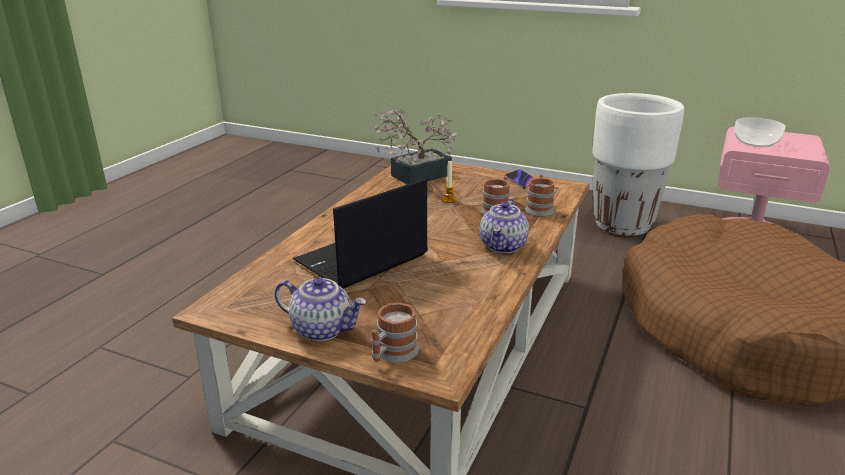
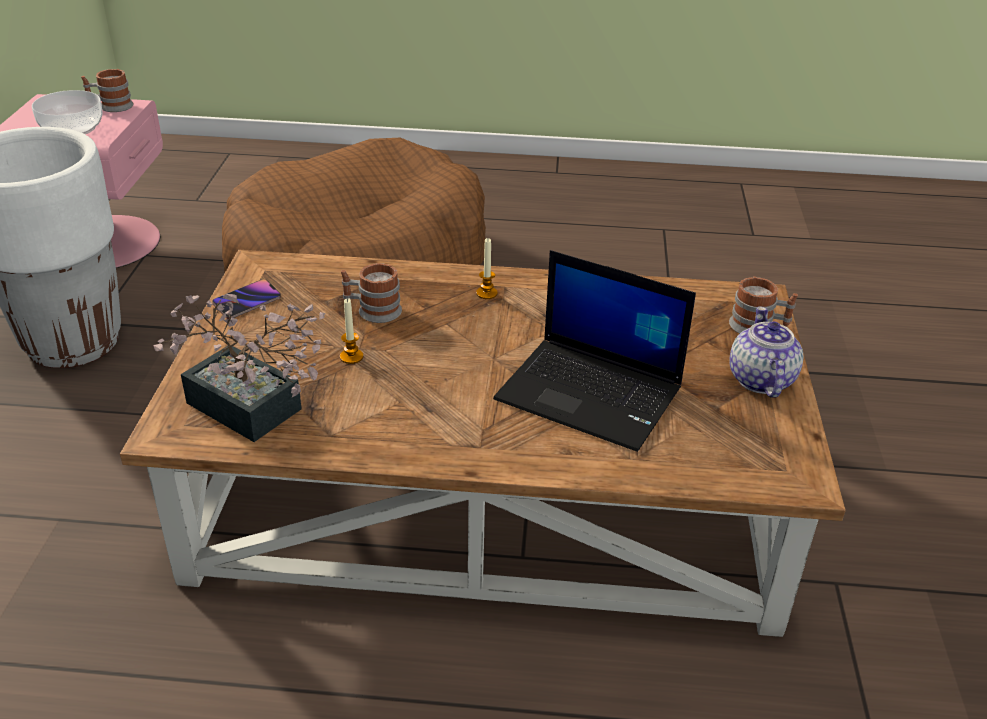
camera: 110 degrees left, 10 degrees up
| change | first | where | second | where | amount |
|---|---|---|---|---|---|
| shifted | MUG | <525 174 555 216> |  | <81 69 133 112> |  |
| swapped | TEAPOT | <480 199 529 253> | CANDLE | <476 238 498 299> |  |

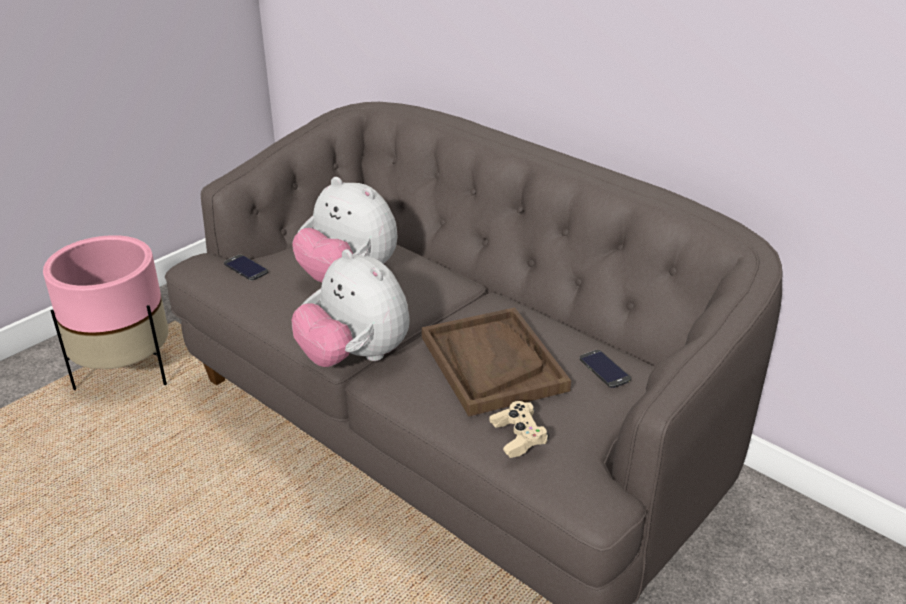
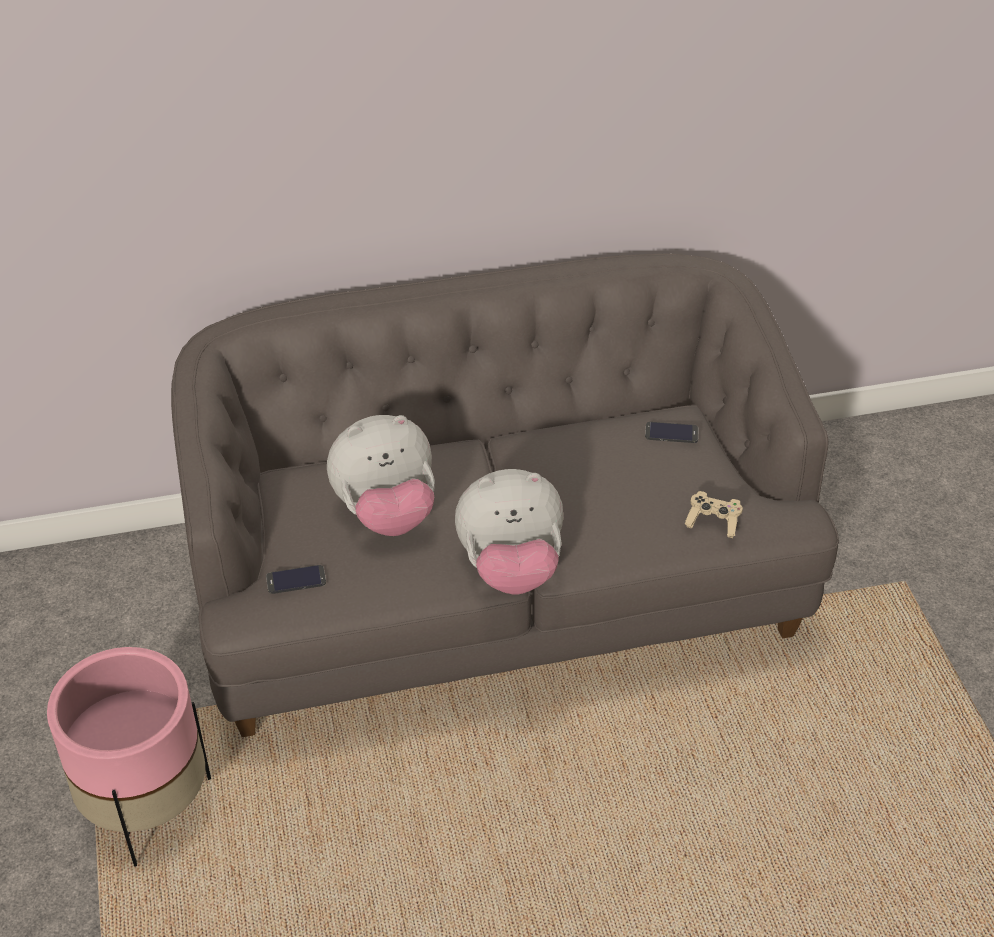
camera: 55 degrees left, 10 degrees up
| change | first | where | second | where | amount |
|---|---|---|---|---|---|
| gone | BROWN TRAY | <422 308 571 416> |  |  |  |

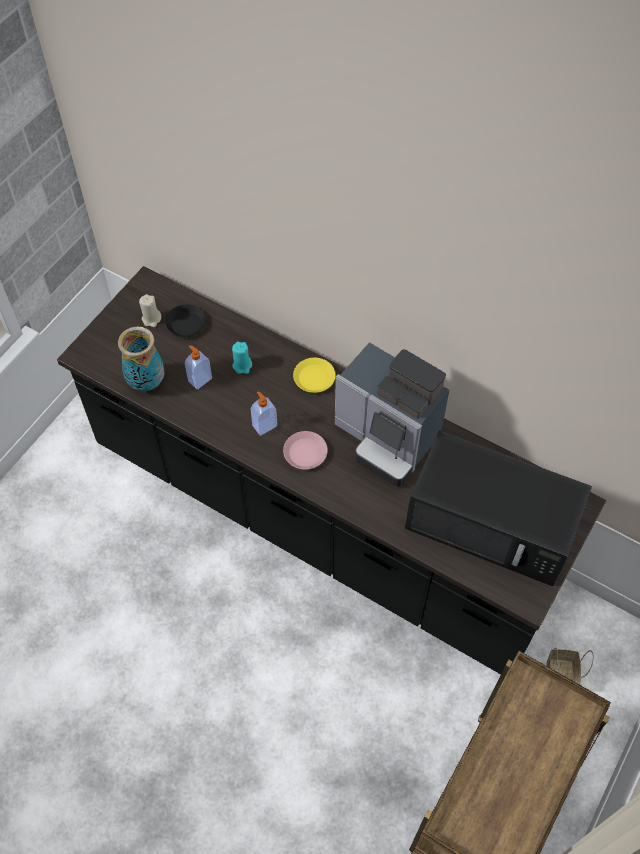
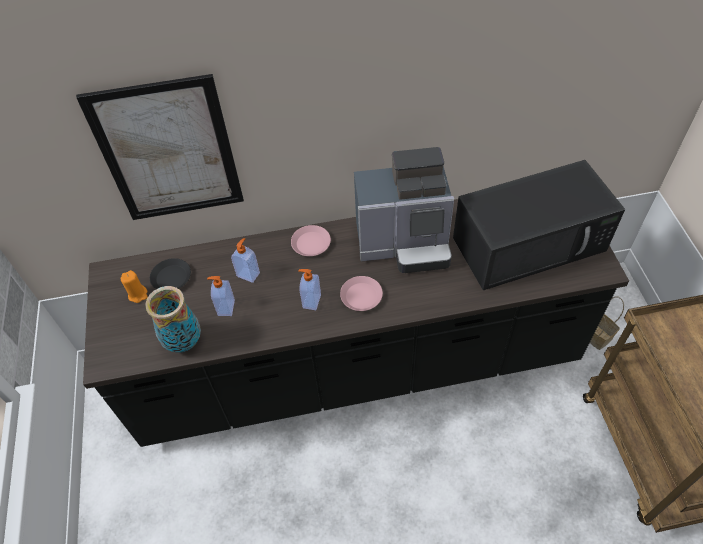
camera: 40 degrees left, 5 degrees down
| change | first | where | second | where | amount |
|---|---|---|---|---|---|
| new |  |  | PICTURE | <76 74 244 220> |  |
| repainted | BEIGE CANDLE | <139 294 161 327> | ORANGE CANDLE | <121 270 148 303> |  |
| swapped | TURQUOISE CANDLE | <232 342 252 374> | SOAP DISPENSER | <231 238 260 283> |  |
| repainted | YELLOW PLATE | <293 358 336 393> | PINK PLATE | <291 225 331 256> |  |

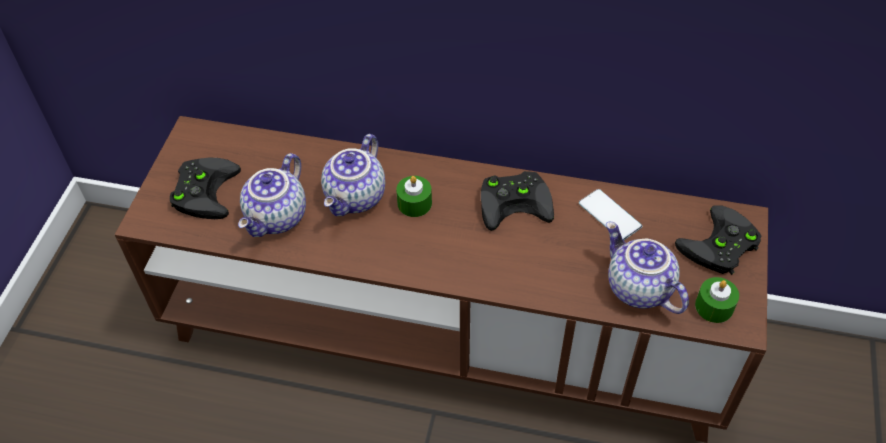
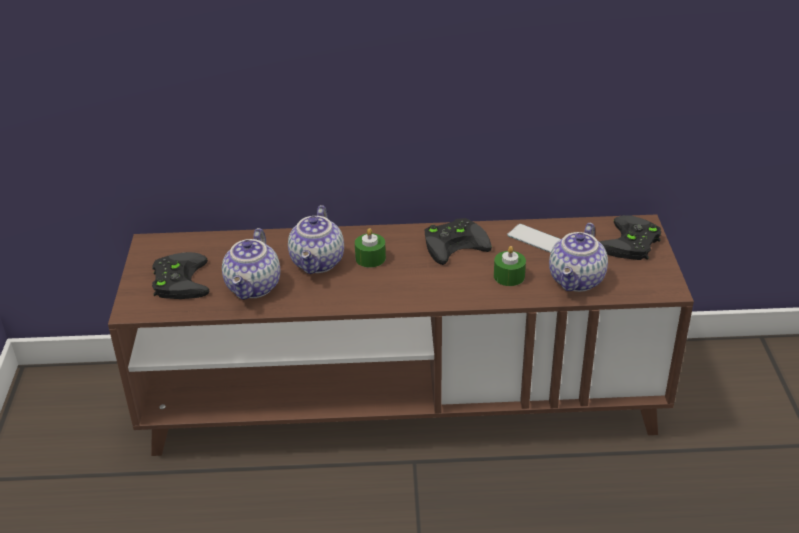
camera: 15 degrees left, 15 degrees down
| change | first | where | second | where | amount |
|---|---|---|---|---|---|
| shifted | GREEN CANDLE | <695 277 739 323> |  | <494 246 526 286> |  |
| rotated | TEAPOT | <606 222 689 314> |  | <549 223 608 292> | 105 degrees counterclockwise |

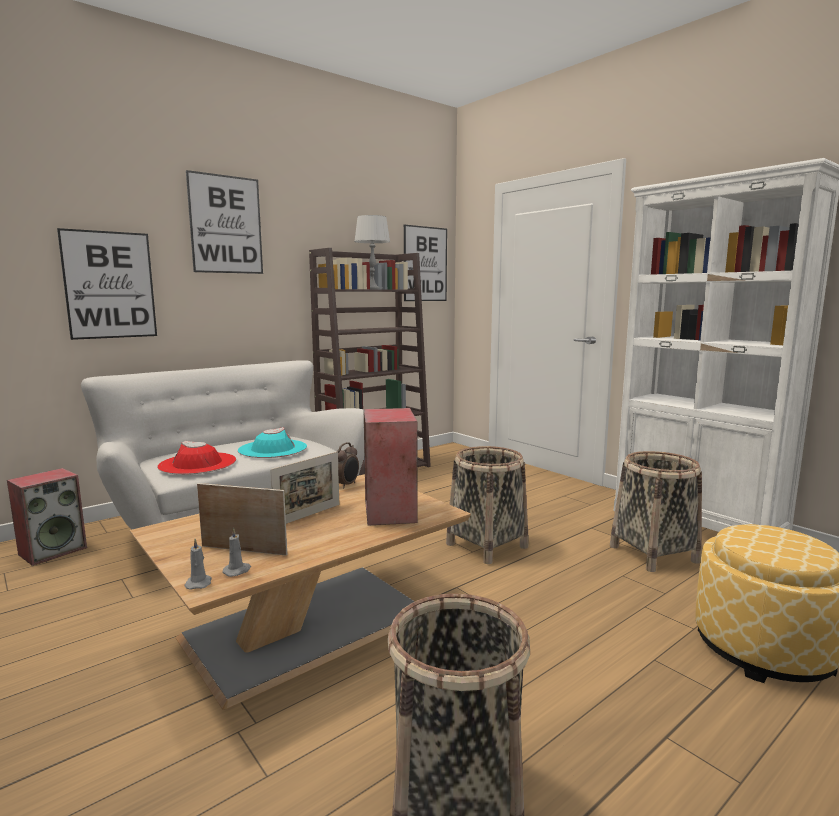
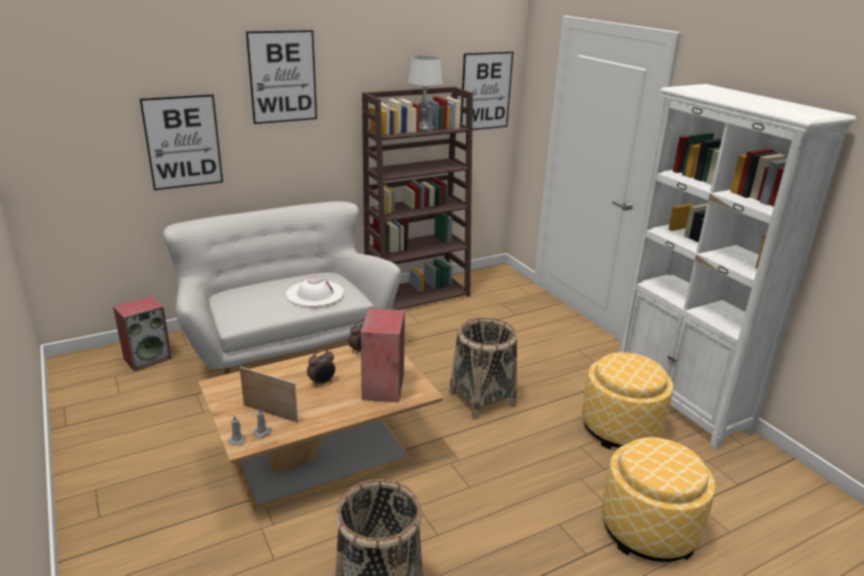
camera: 10 degrees right, 15 degrees up
| change | first | where | second | where | amount |
|---|---|---|---|---|---|
| repainted | TURQUOISE HAT | <238 427 307 458> | WHITE HAT | <286 276 344 307> |  |
| swapped | PICTURE FRAME | <270 451 339 524> | ALARM CLOCK | <307 349 335 387> |  |
| swapped | BASKET | <610 451 702 572> | OTTOMAN | <582 352 673 449> |  |
| gone | RED HAT | <157 441 236 475> |  |  |  |

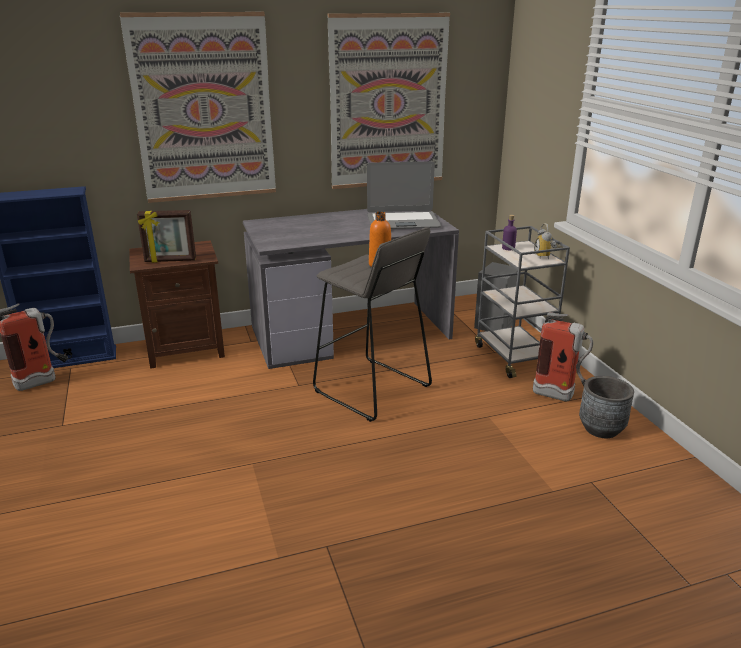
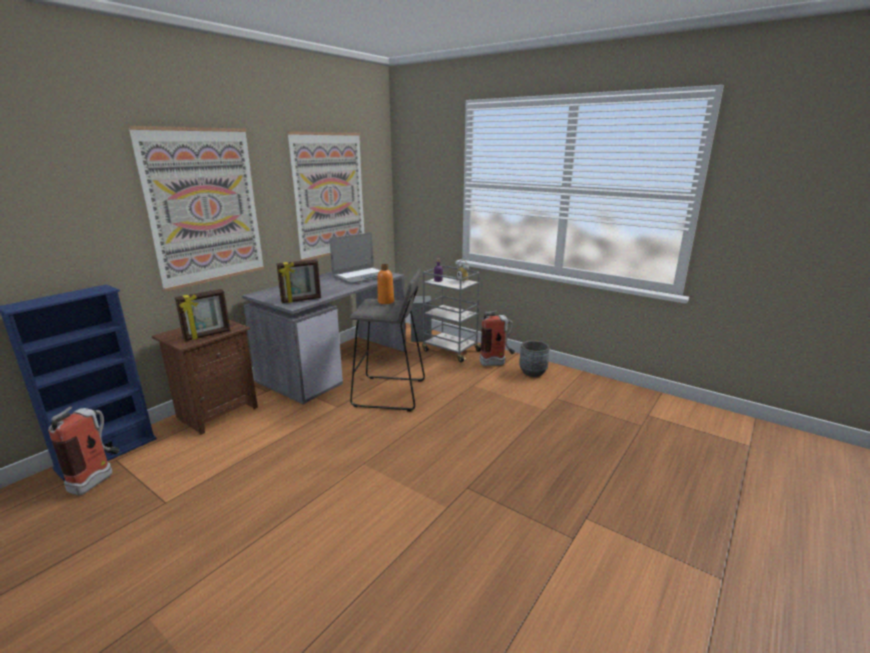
camera: 35 degrees left, 5 degrees down
| change | first | where | second | where | amount |
|---|---|---|---|---|---|
| new |  |  | PICTURE FRAME | <277 259 321 303> |  |

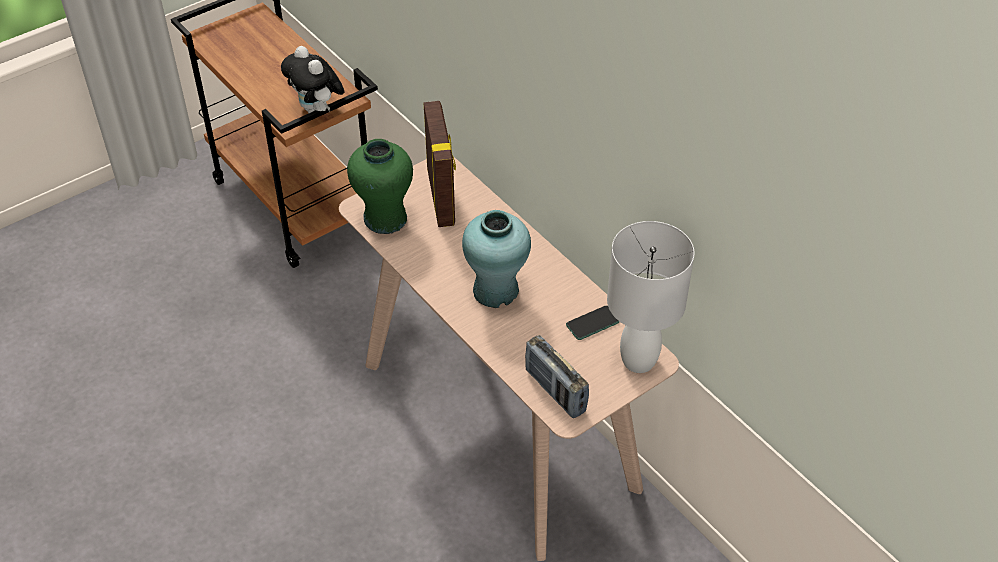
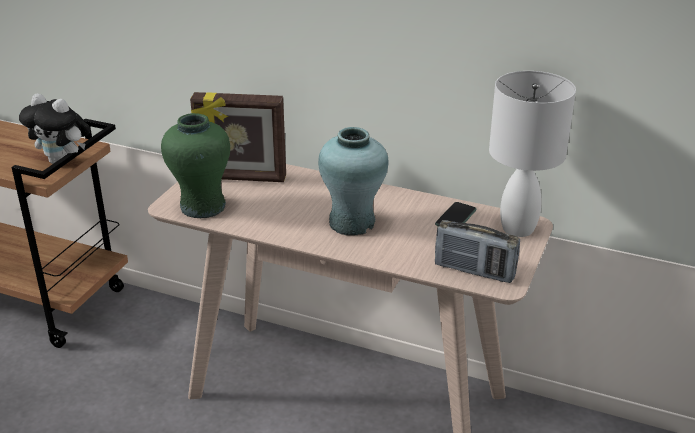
camera: 30 degrees left, 15 degrees down
| change | first | where | second | where | amount |
|---|---|---|---|---|---|
| rotated | PICTURE FRAME | <424 101 456 227> |  | <190 92 286 182> | 135 degrees clockwise |

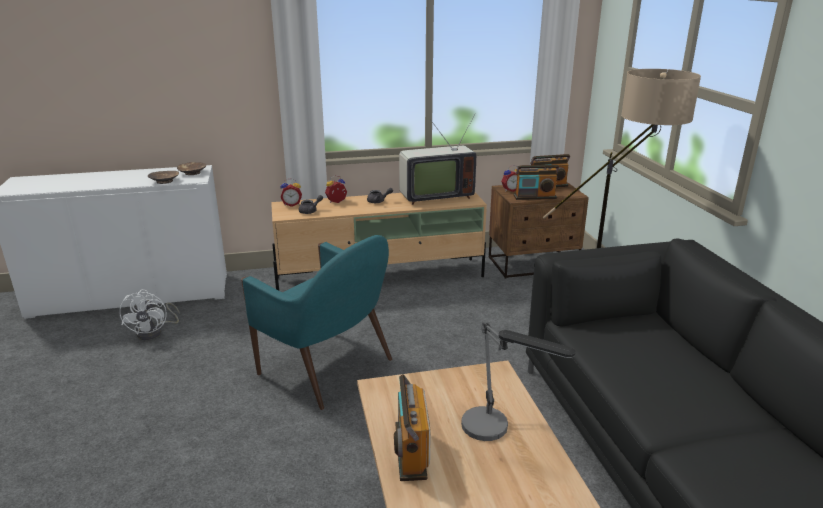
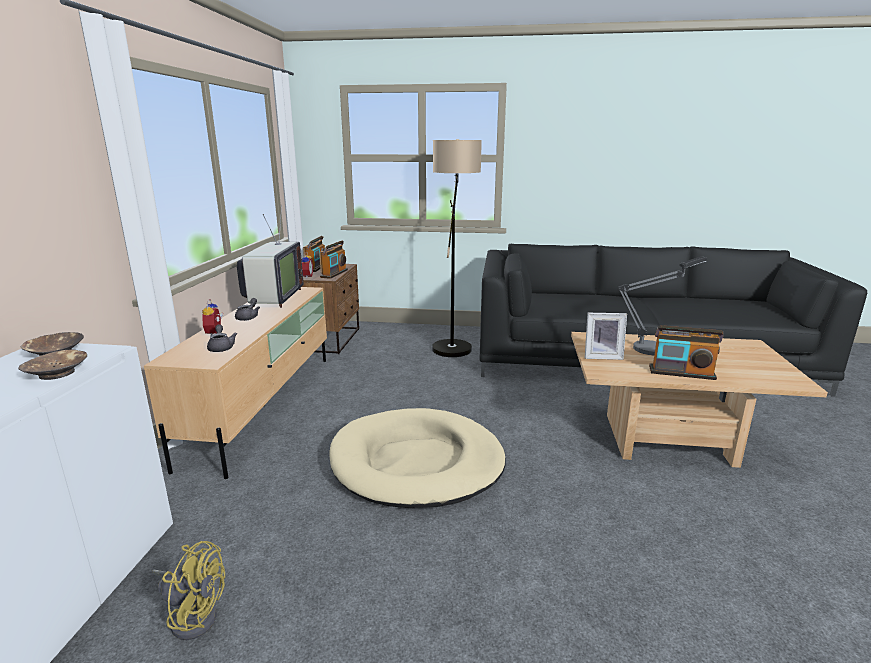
camera: 70 degrees left, 5 degrees down
| change | first | where | second | where | amount |
|---|---|---|---|---|---|
| repainted | WHITE FAN | <120 289 180 340> | YELLOW FAN | <152 541 225 640> |  |
| swapped | TURQUOISE ARMCHAIR | <241 235 392 410> | BEIGE DOG BED | <329 408 506 508> |  |
| new |  |  | PICTURE FRAME | <585 313 627 360> |  |
| gone | ALARM CLOCK | <280 179 302 207> |  |  |  |

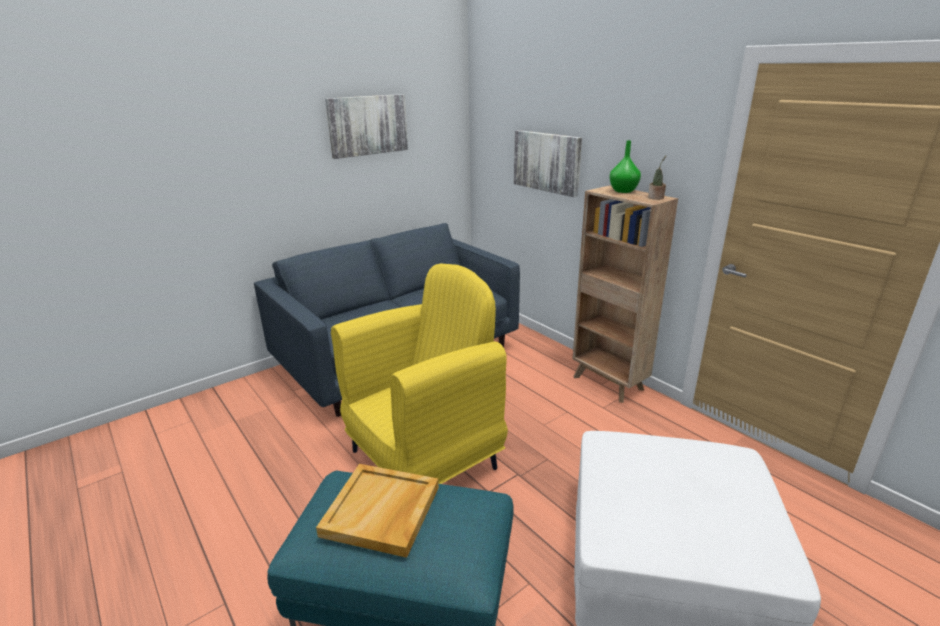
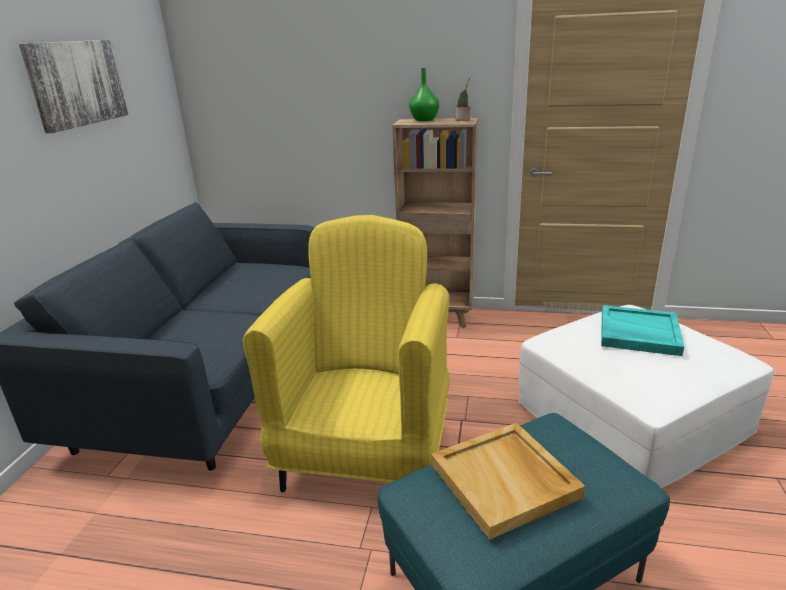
camera: 40 degrees left, 0 degrees up
| change | first | where | second | where | amount |
|---|---|---|---|---|---|
| new |  |  | TURQUOISE TRAY | <601 305 684 356> |  |
| gone | PICTURE | <514 130 582 197> |  |  |  |

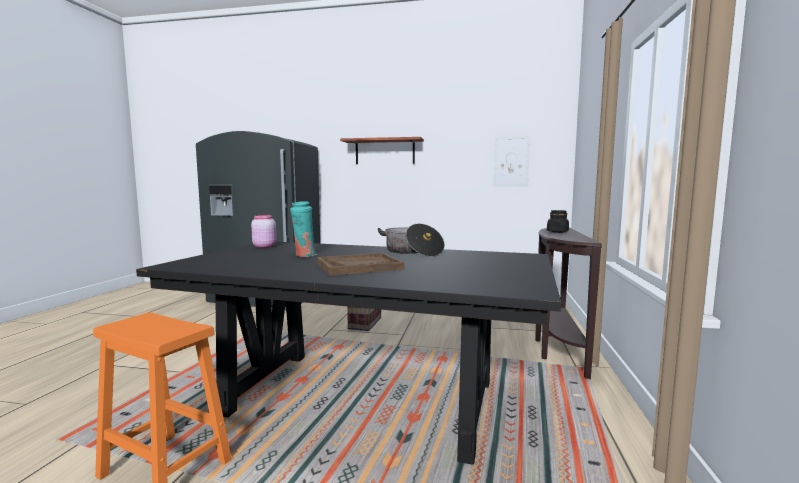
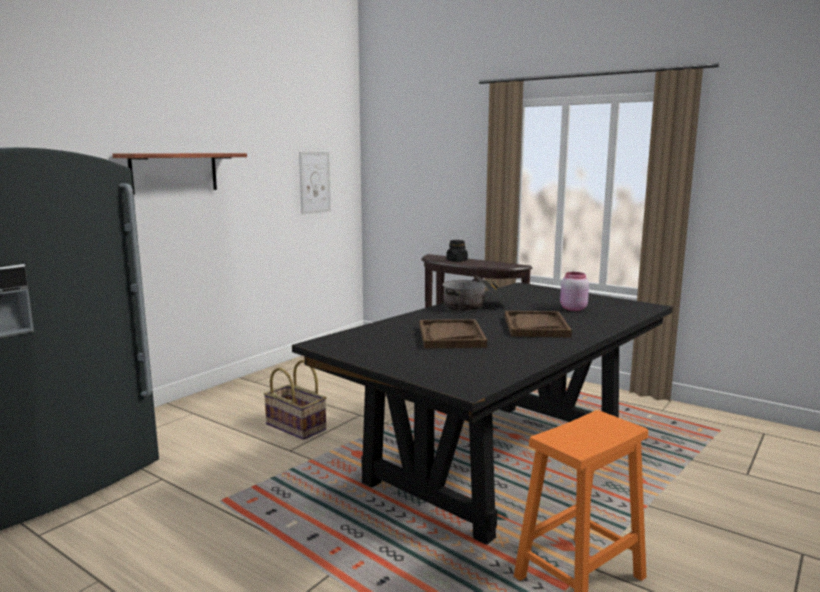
camera: 65 degrees left, 5 degrees up
| change | first | where | second | where | amount |
|---|---|---|---|---|---|
| swapped | TURQUOISE VASE | <290 201 317 257> | BROWN TRAY | <420 319 487 349> |  |
| shifted | PINK JAR | <251 215 277 248> |  | <560 272 589 311> |  |

